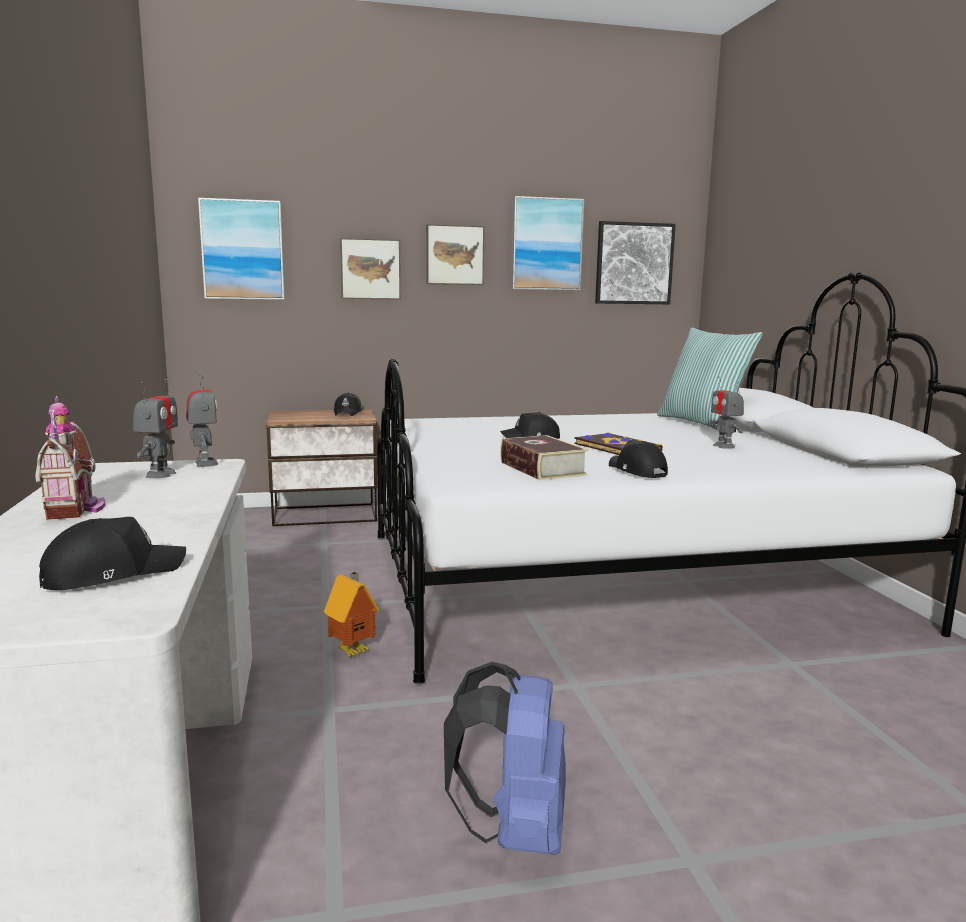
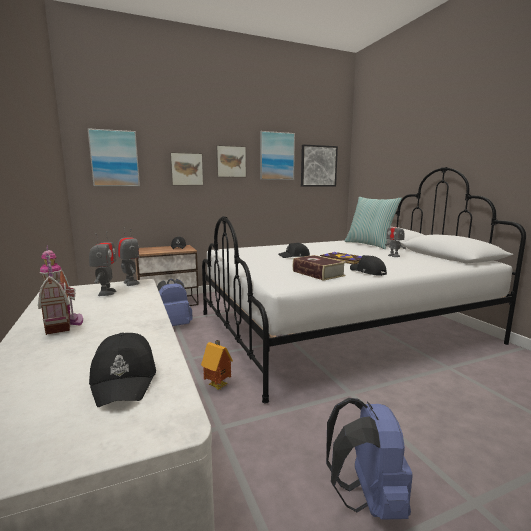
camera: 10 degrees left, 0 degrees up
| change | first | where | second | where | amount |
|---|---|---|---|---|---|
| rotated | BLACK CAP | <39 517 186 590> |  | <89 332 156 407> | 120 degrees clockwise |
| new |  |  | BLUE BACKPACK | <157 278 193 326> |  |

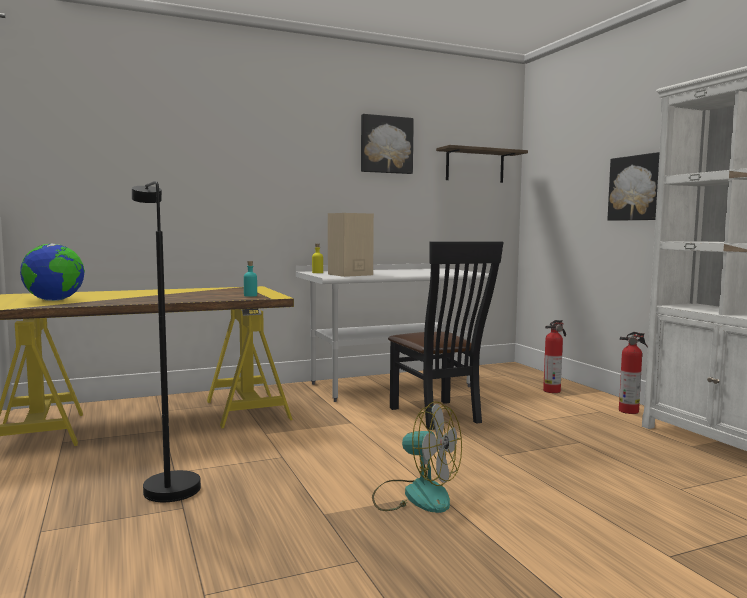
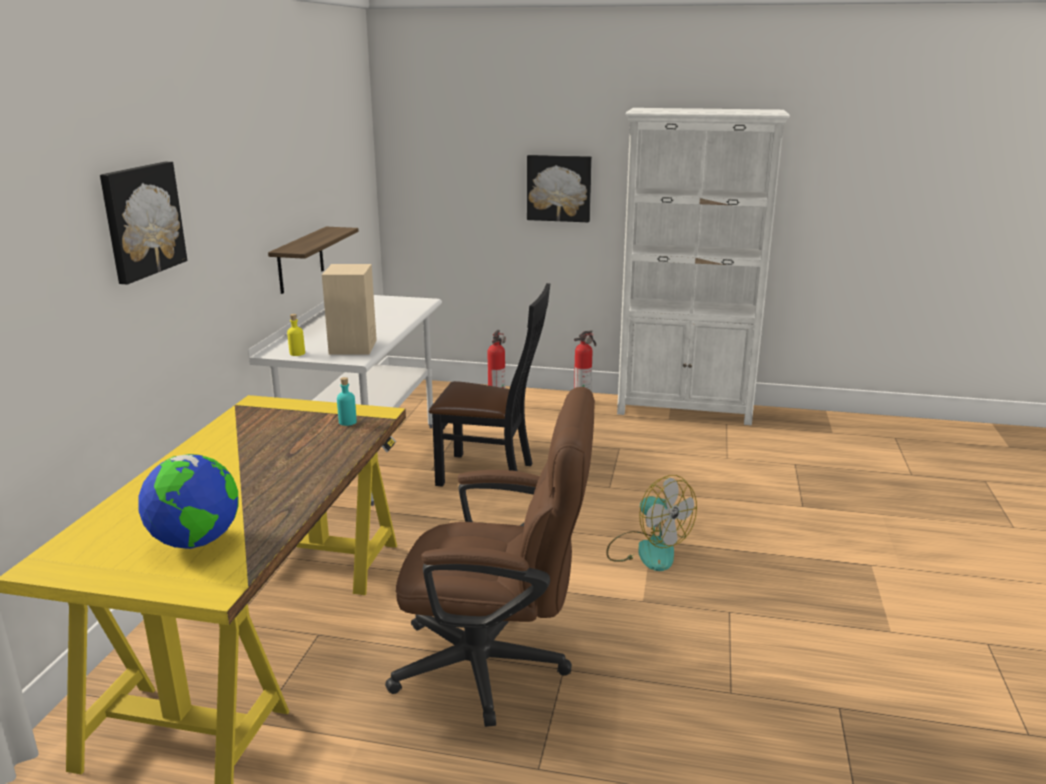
camera: 55 degrees left, 15 degrees up
| change | first | where | second | where | amount |
|---|---|---|---|---|---|
| shifted | PICTURE | <361 114 414 174> |  | <100 162 187 285> |  |
| shifted | SHELF | <436 145 528 183> |  | <268 227 359 294> |  |
| swapped | BLACK FLOOR LAMP | <132 181 201 502> | BROWN OFFICE CHAIR | <385 387 595 727> |  |
| rotated | FAN | <372 401 462 513> |  | <606 475 697 571> | 75 degrees clockwise |

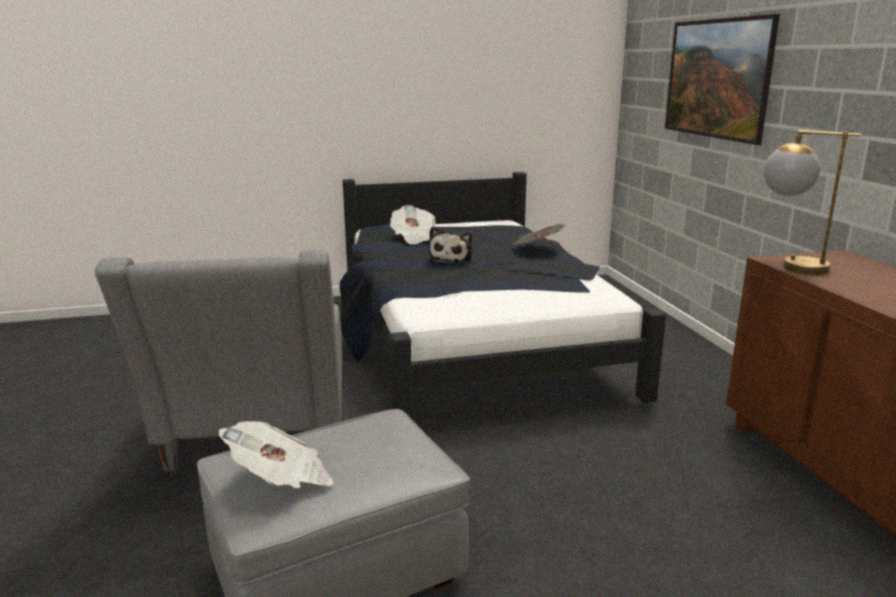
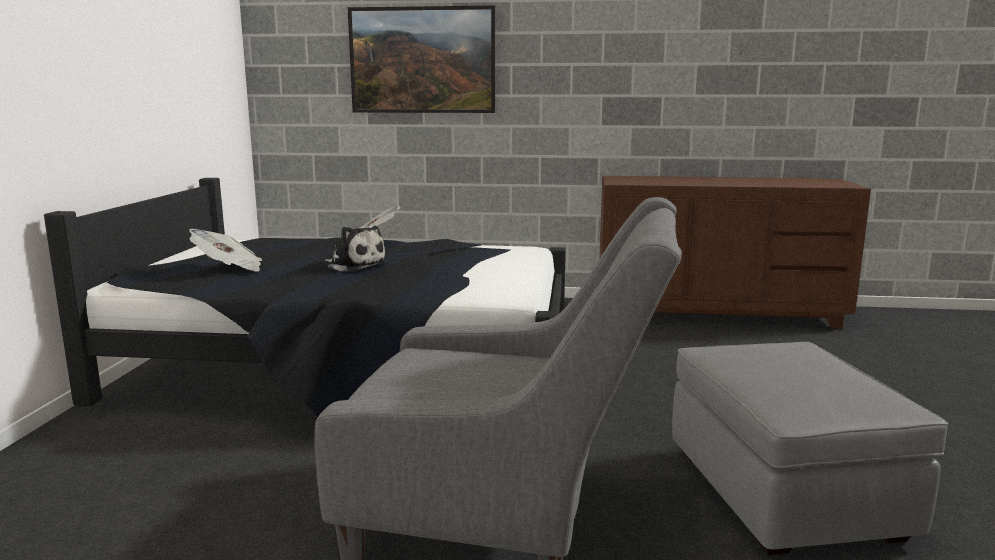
camera: 70 degrees left, 5 degrees down
| change | first | where | second | where | amount |
|---|---|---|---|---|---|
| gone | NEWSPAPER | <219 421 334 488> |  |  |  |
| gone | TABLE LAMP | <764 130 861 275> |  |  |  |

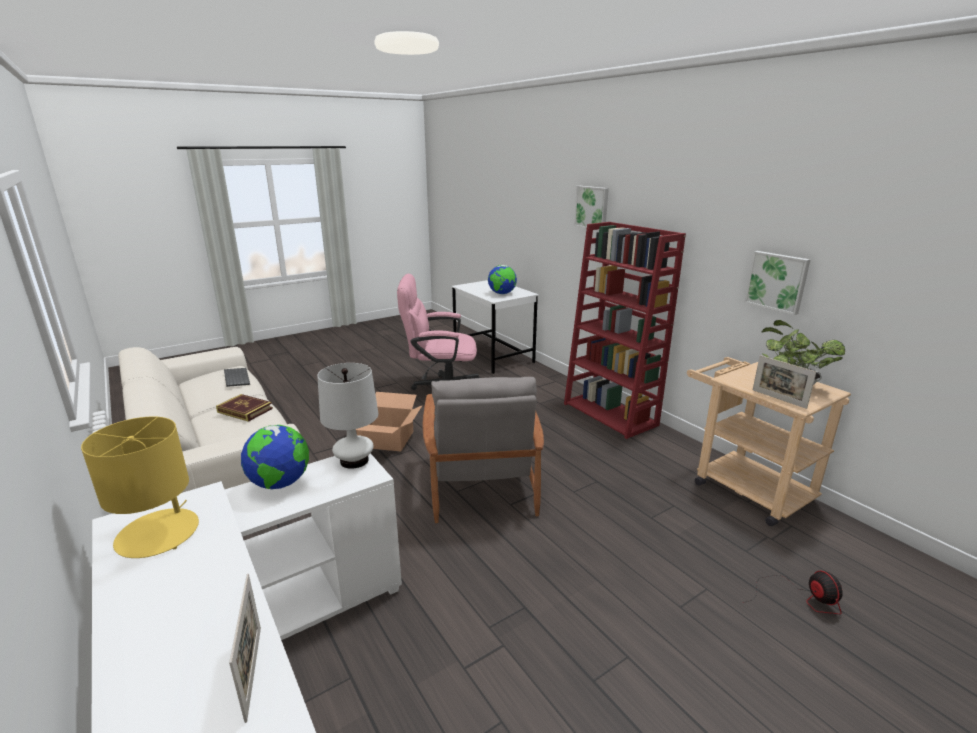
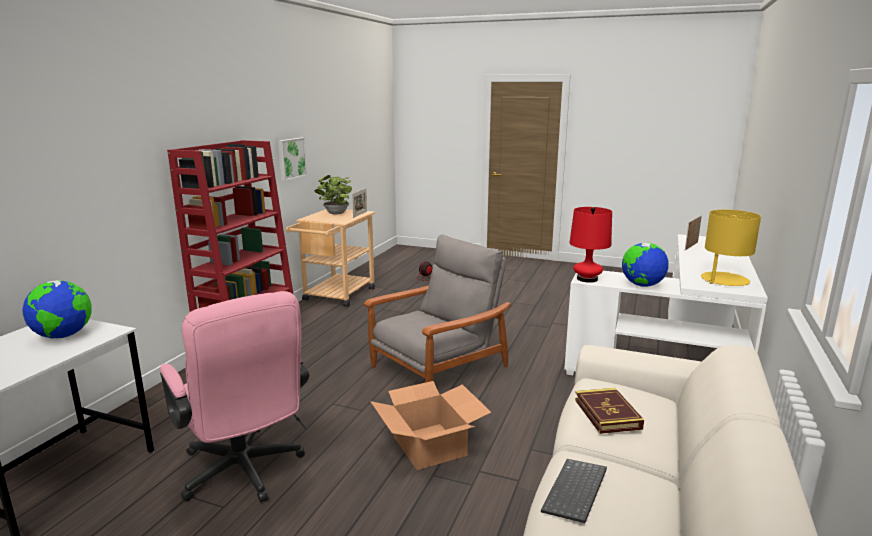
camera: 125 degrees left, 5 degrees down
| change | first | where | second | where | amount |
|---|---|---|---|---|---|
| repainted | WHITE TABLE LAMP | <317 363 378 469> | RED TABLE LAMP | <569 207 612 283> |  |
| gone | PICTURE | <574 186 609 230> |  |  |  |

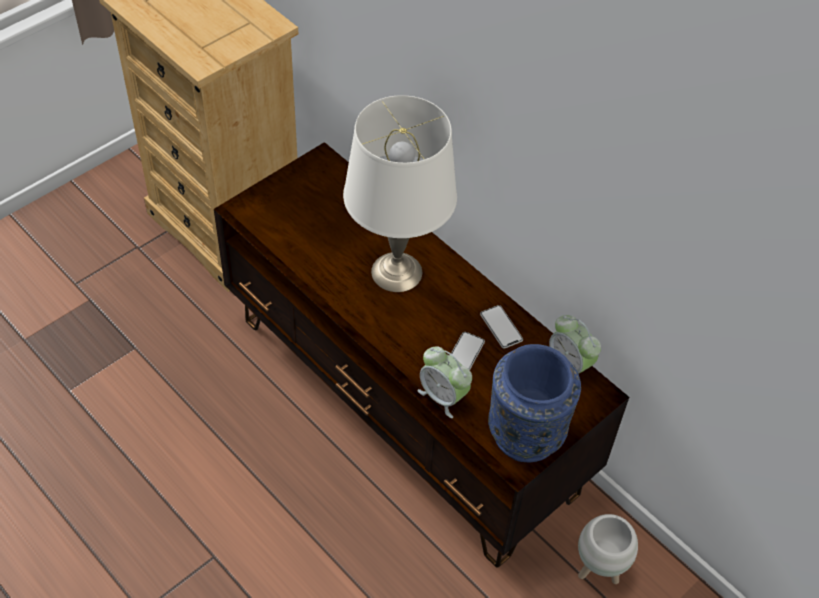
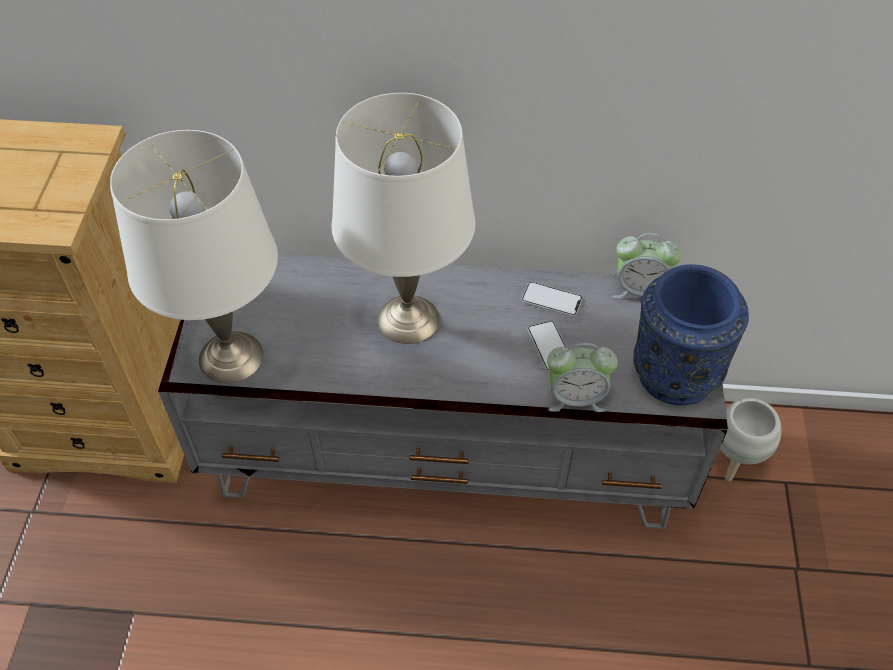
camera: 40 degrees left, 0 degrees up
| change | first | where | second | where | amount |
|---|---|---|---|---|---|
| new |  |  | WHITE TABLE LAMP | <110 130 278 383> |  |
| repainted | BROWN TV STAND | <214 142 629 567> | GREY TV STAND | <158 254 728 529> |  |

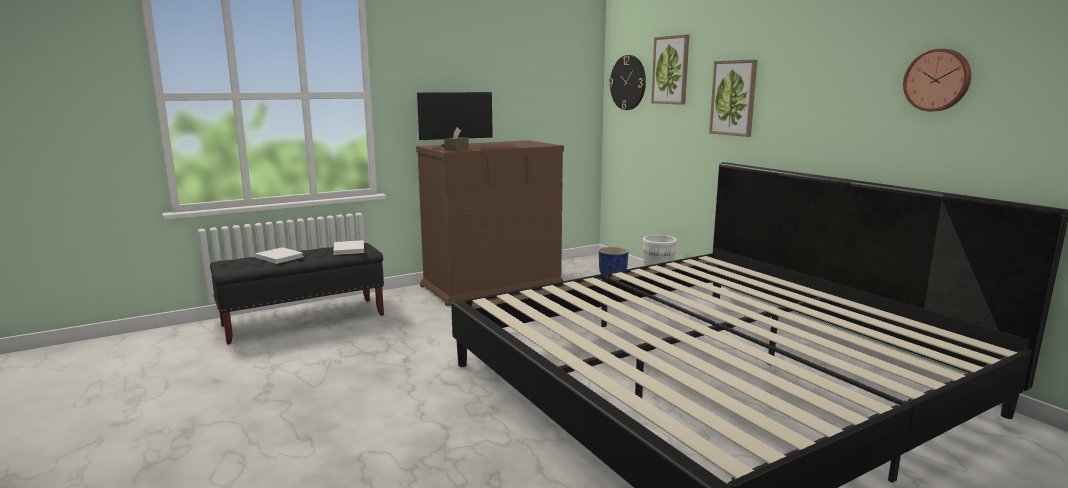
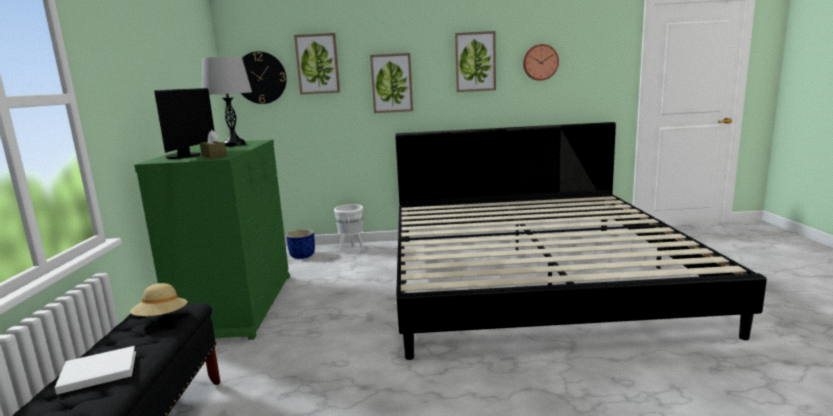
camera: 60 degrees left, 0 degrees up
| change | first | where | second | where | amount |
|---|---|---|---|---|---|
| swapped | WHITE BOOK | <333 240 364 255> | BEIGE HAT | <130 283 187 316> |  |
| repainted | BROWN DRESSER | <416 140 564 306> | GREEN DRESSER | <134 140 290 340> |  |
| new |  |  | GREY TABLE LAMP | <202 57 252 147> |  |
| new |  |  | PICTURE | <455 31 496 92> |  |

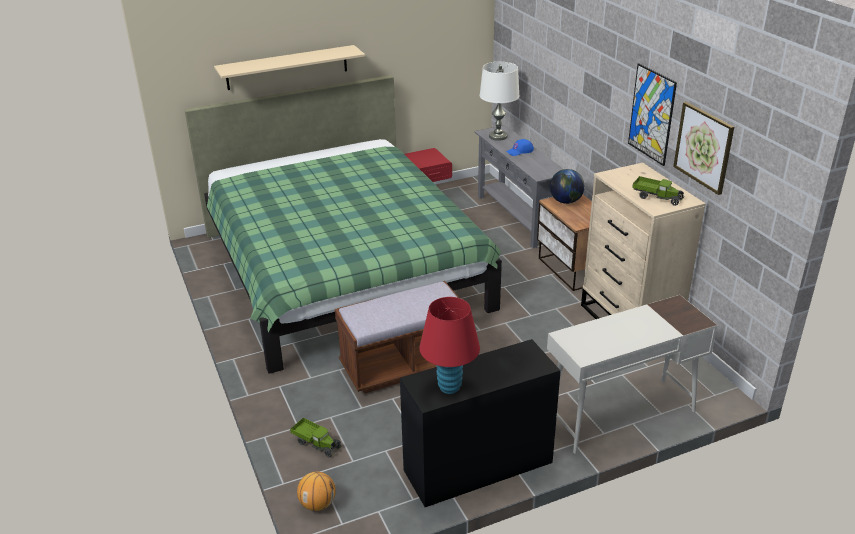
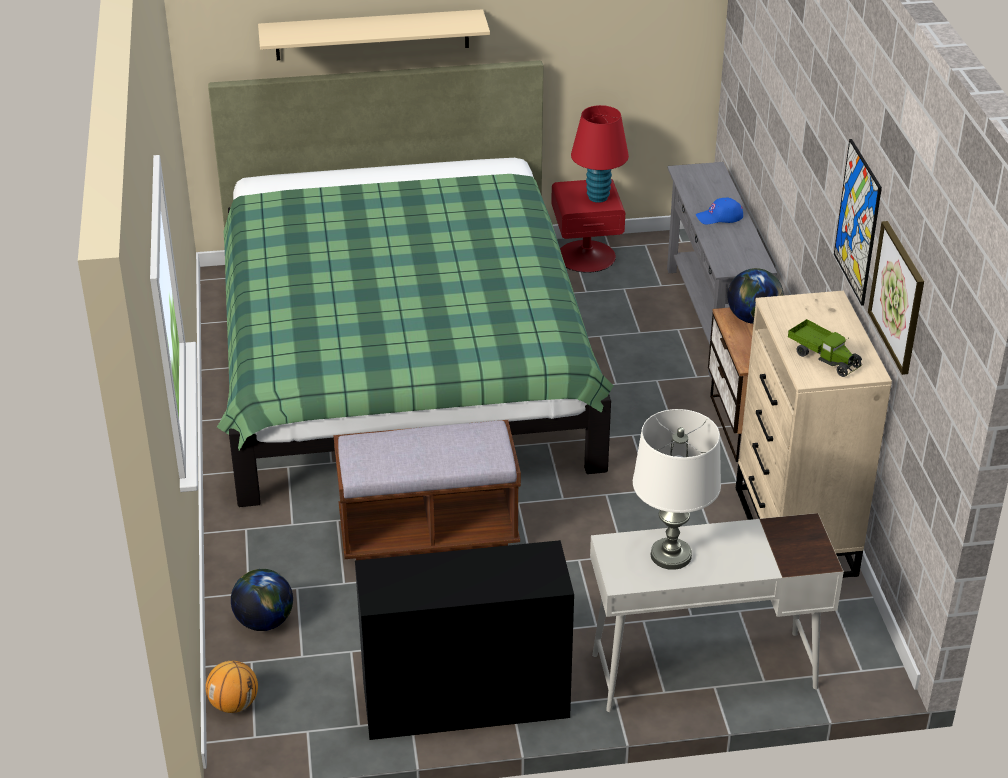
camera: 15 degrees right, 5 degrees up
| change | first | where | second | where | amount |
|---|---|---|---|---|---|
| swapped | TOY TRUCK | <290 418 342 457> | GLOBE | <231 569 293 631> |  |
| shifted | RED TABLE LAMP | <419 297 480 394> |  | <571 105 629 203> |  |
| shifted | WHITE TABLE LAMP | <480 62 520 141> |  | <633 409 721 570> |  |

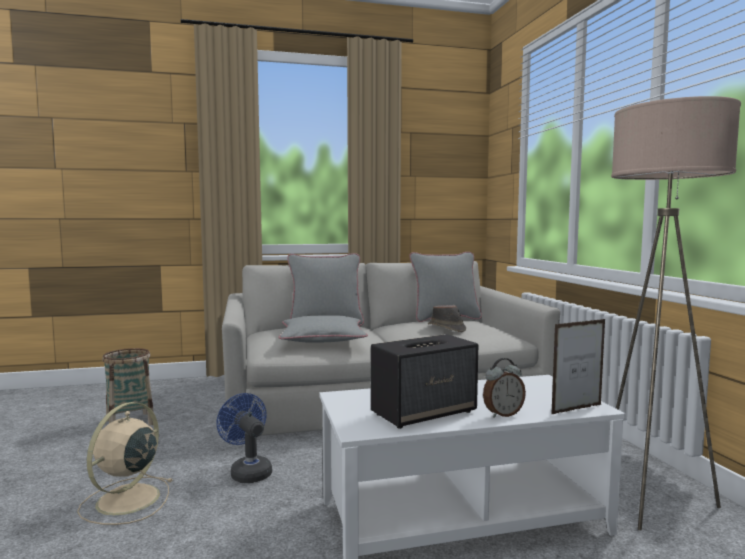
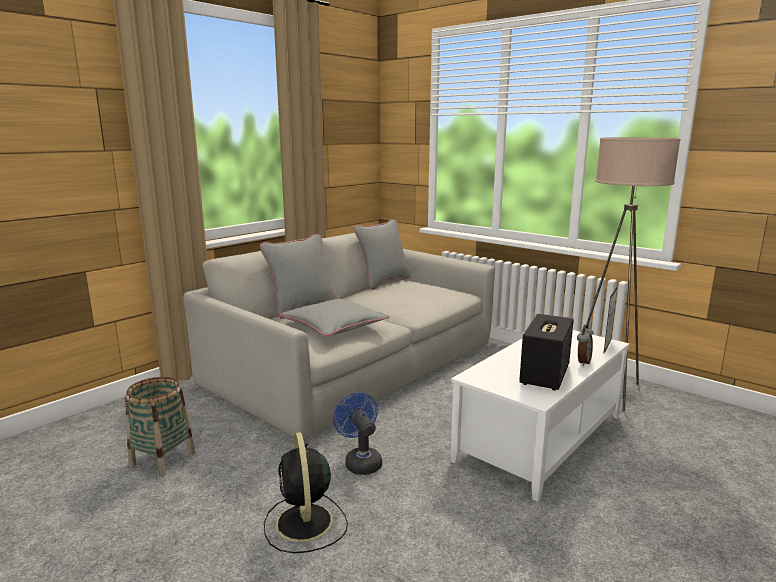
camera: 35 degrees left, 10 degrees up
| change | first | where | second | where | amount |
|---|---|---|---|---|---|
| repainted | BEIGE FAN | <77 402 172 525> | BLACK FAN | <264 432 348 553> |  |
| rotated | BLUE FAN | <216 393 272 483> |  | <333 392 382 475> | 45 degrees clockwise |
| gone | BROWN HAT | <428 305 466 332> |  |  |  |

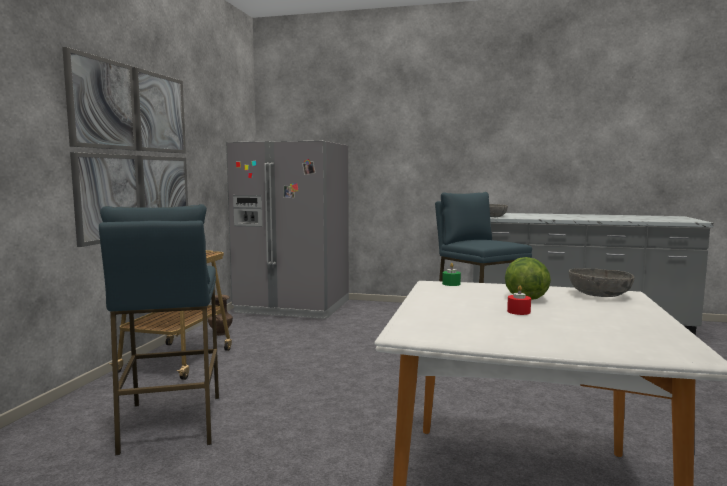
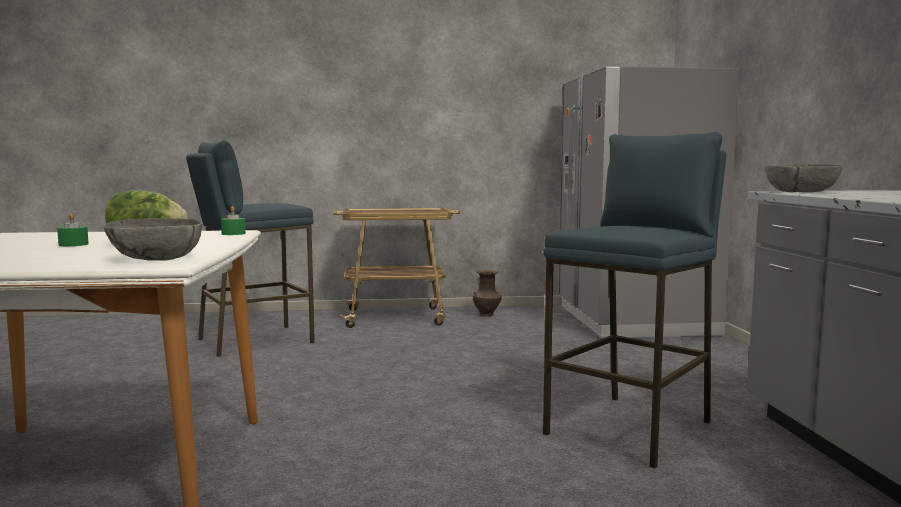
camera: 70 degrees right, 0 degrees up
| change | first | where | second | where | amount |
|---|---|---|---|---|---|
| repainted | RED CANDLE | <507 285 531 315> | GREEN CANDLE | <57 213 89 246> |  |
| gone | PICTURE | <62 47 188 247> |  |  |  |

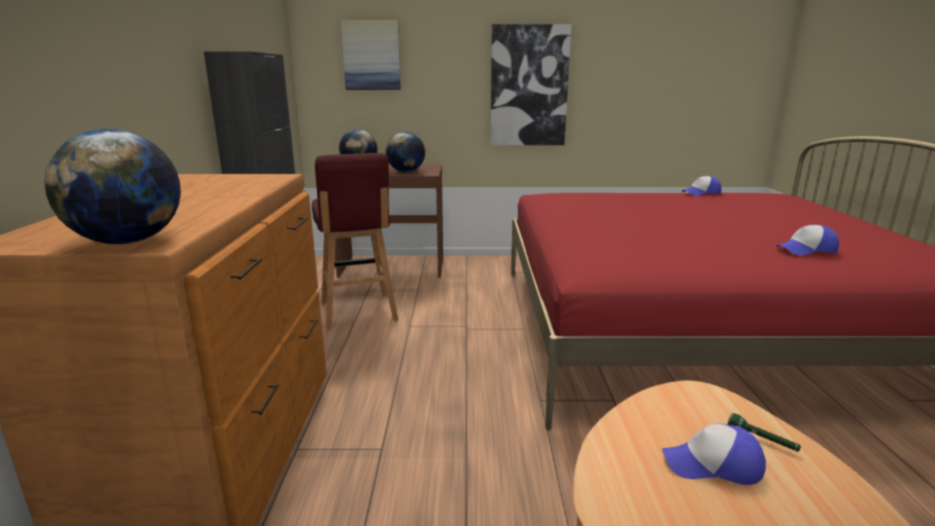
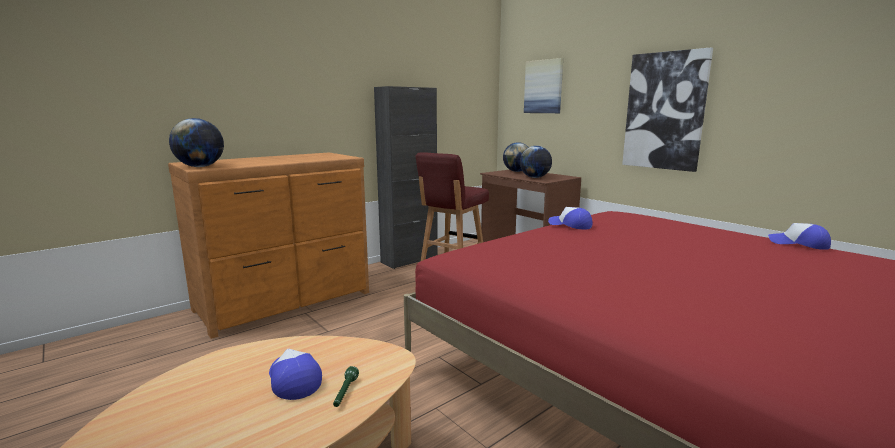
camera: 50 degrees right, 5 degrees down
| change | first | where | second | where | amount |
|---|---|---|---|---|---|
| shifted | CAP | <776 225 839 255> |  | <548 207 593 229> |  |

